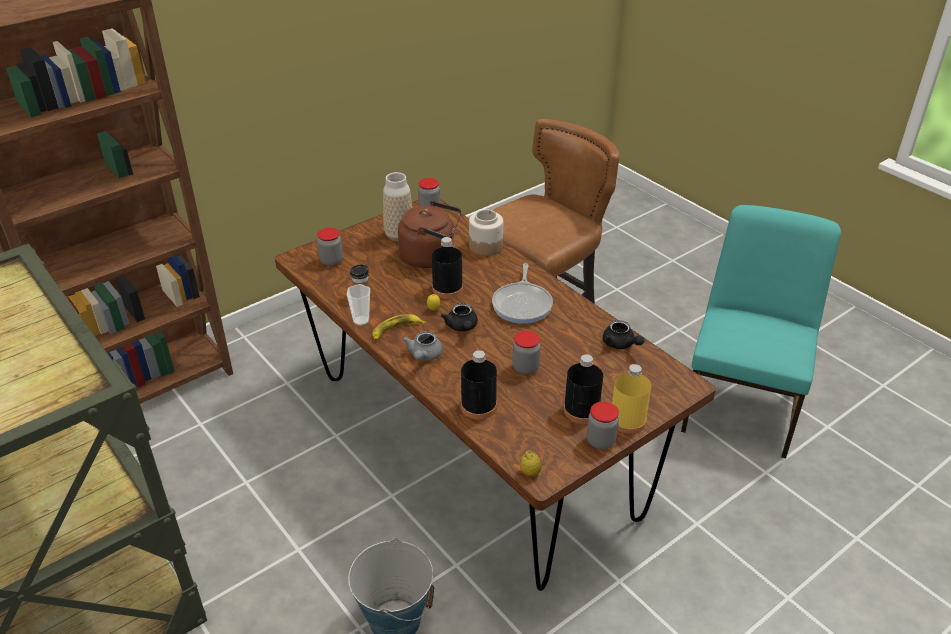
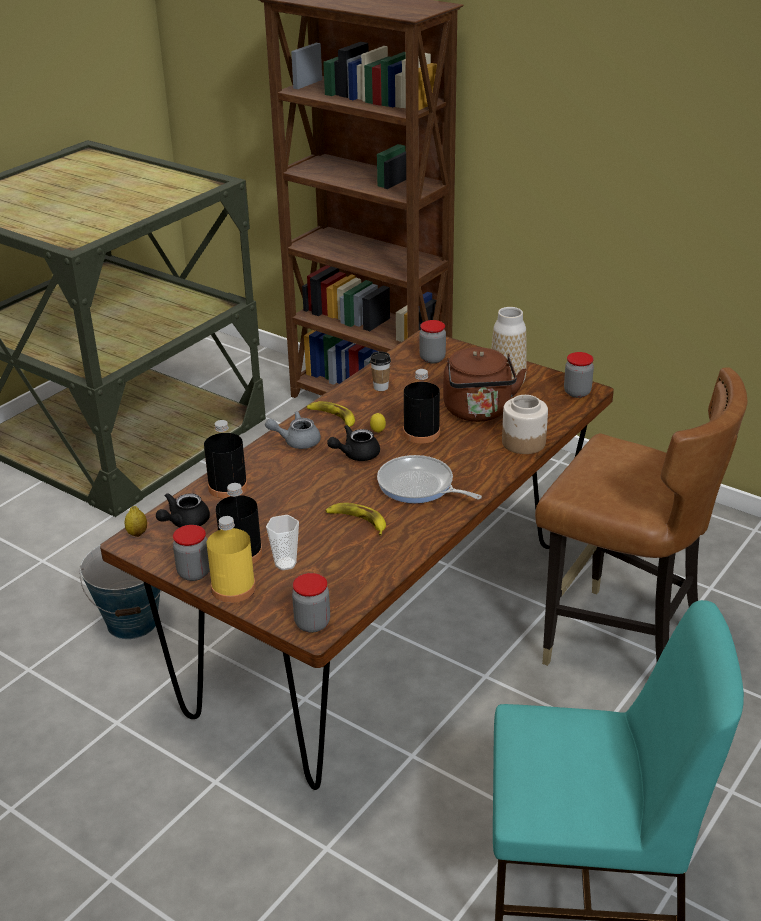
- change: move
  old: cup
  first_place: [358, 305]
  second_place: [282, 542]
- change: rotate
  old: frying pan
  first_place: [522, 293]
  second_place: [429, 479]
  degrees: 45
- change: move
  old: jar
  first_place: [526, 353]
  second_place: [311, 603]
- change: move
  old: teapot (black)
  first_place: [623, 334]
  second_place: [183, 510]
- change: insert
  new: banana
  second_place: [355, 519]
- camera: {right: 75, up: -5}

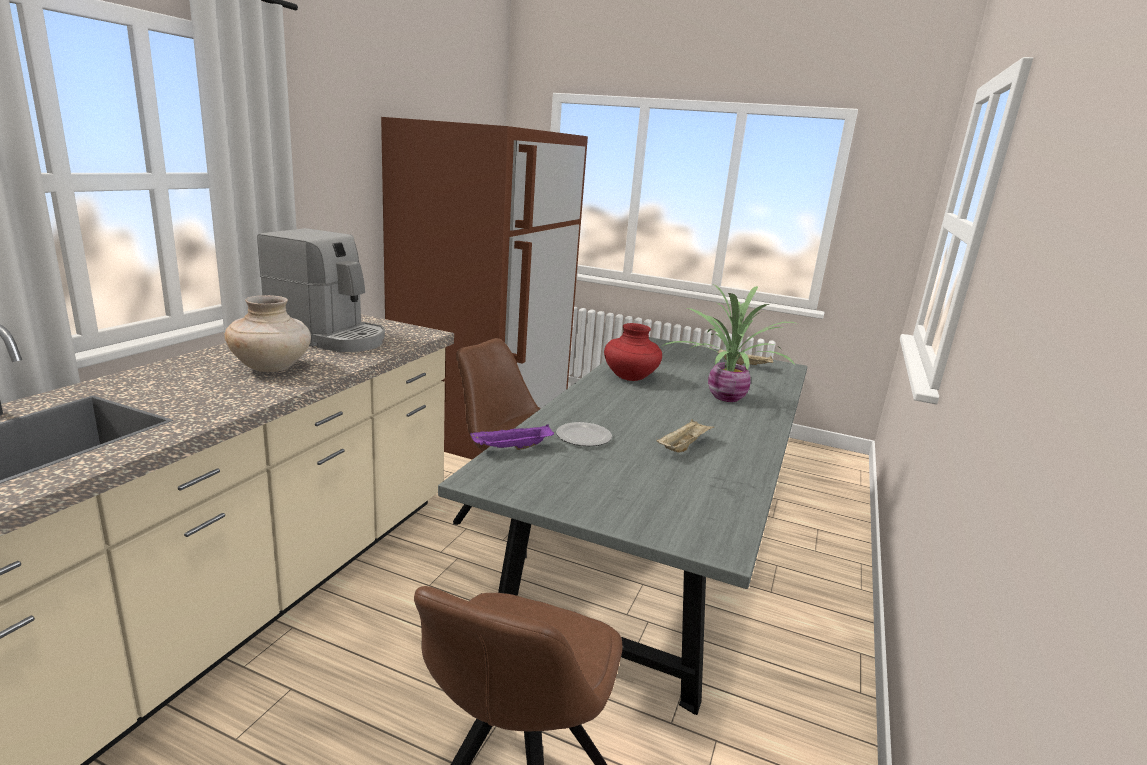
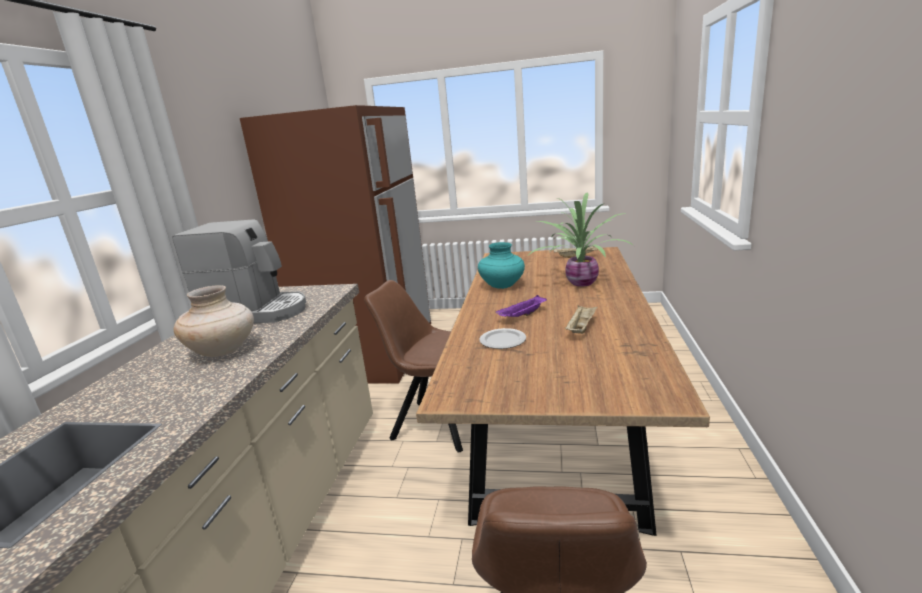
- change: recolor
  old: dining table (grey)
  new: dining table (brown)
  first_place: [622, 526]
  second_place: [563, 391]
- change: move
  old: tray (purple)
  first_place: [512, 437]
  second_place: [521, 306]
- change: recolor
  old: vase (red)
  new: vase (turquoise)
  first_place: [633, 352]
  second_place: [501, 265]
- camera: {right: -10, up: 0}

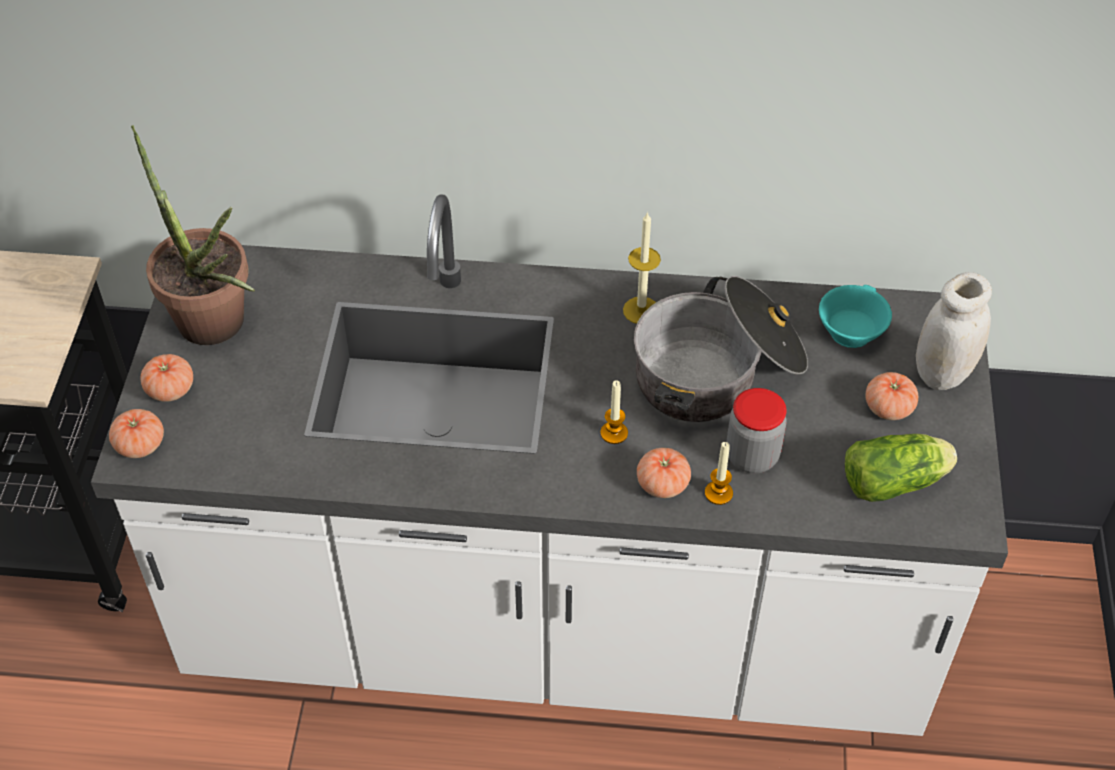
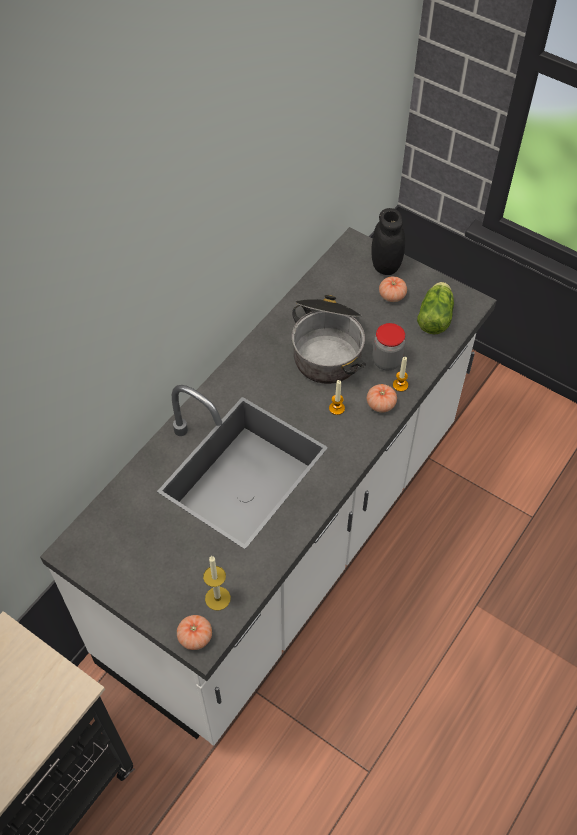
- change: delete
  old: potted plant
  first_place: [193, 235]
- change: delete
  old: tomato
  first_place: [166, 378]
- change: move
  old: candle
  first_place: [642, 267]
  second_place: [217, 583]
- change: delete
  old: cup (turquoise)
  first_place: [855, 316]
- change: recolor
  old: jar (white)
  new: jar (black)
  first_place: [954, 331]
  second_place: [388, 241]
- camera: {right: -60, up: 5}

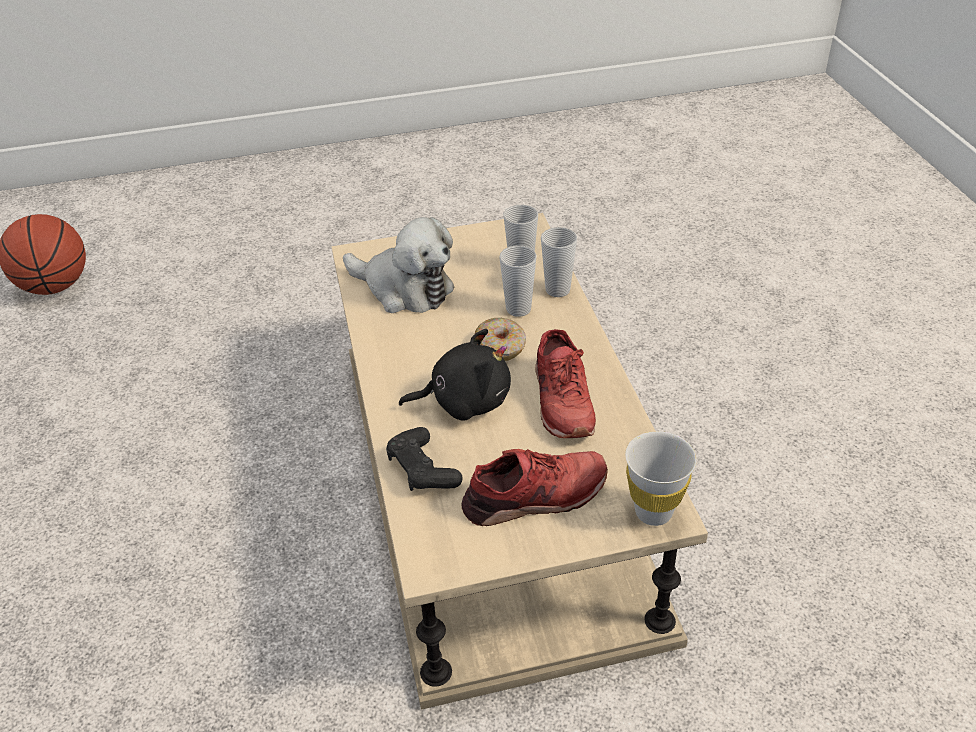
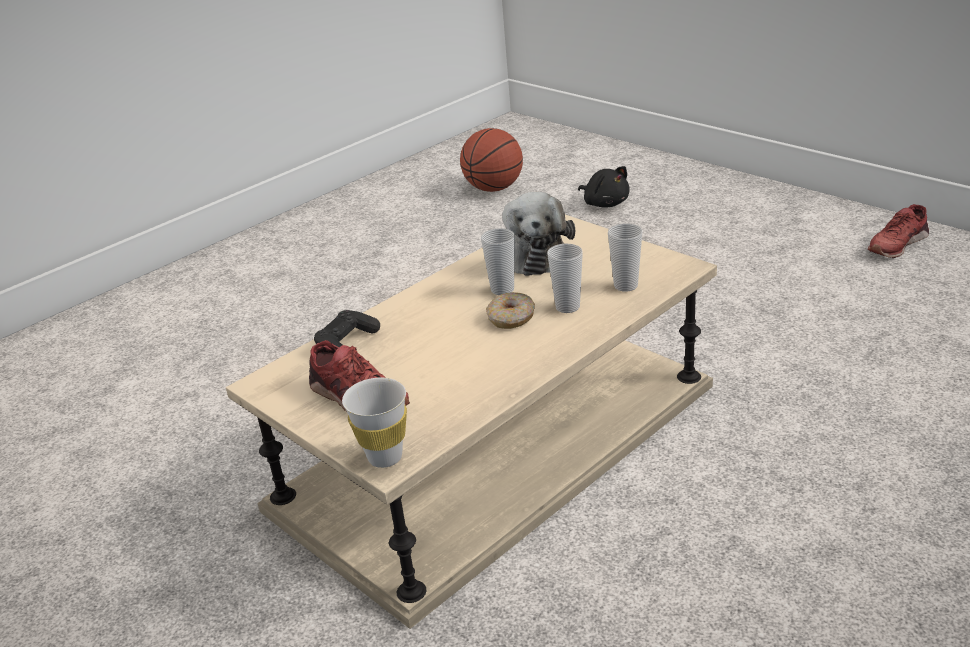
- change: move
  old: plush toy (black)
  first_place: [455, 374]
  second_place: [604, 187]
- change: move
  old: shoe (red)
  first_place: [565, 383]
  second_place: [898, 231]
- change: move
  old: cup
  first_place: [559, 262]
  second_place: [498, 261]
- camera: {right: 60, up: -10}

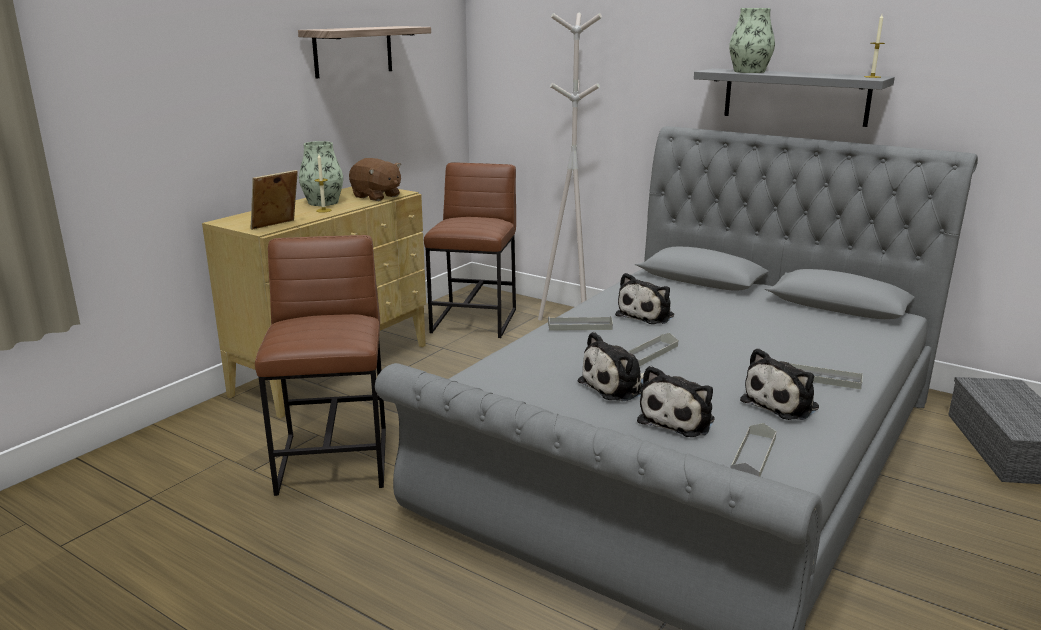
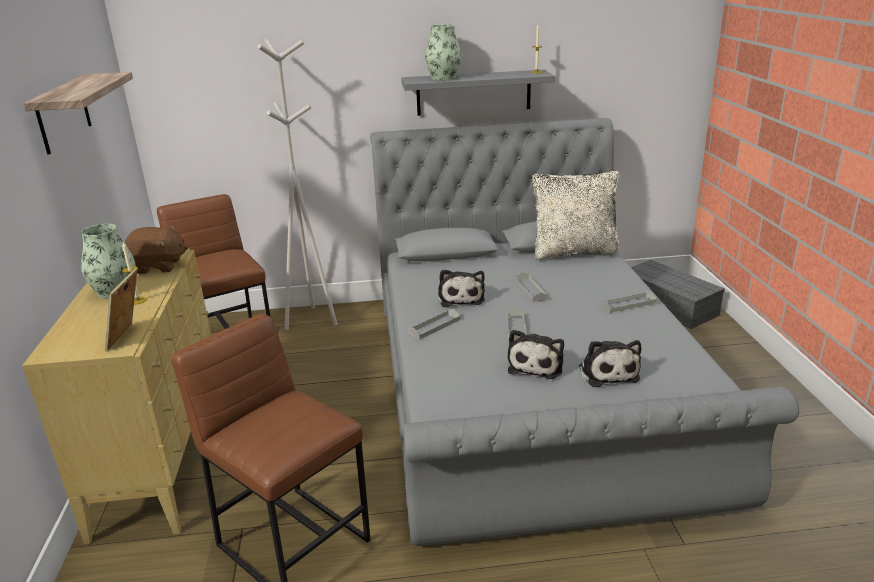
- change: move
  old: tray (grey)
  first_place: [753, 450]
  second_place: [531, 287]
- change: delete
  old: plush toy
  first_place: [779, 384]
- change: insert
  new: pillow (beige)
  second_place: [575, 215]
- camera: {right: -40, up: 5}

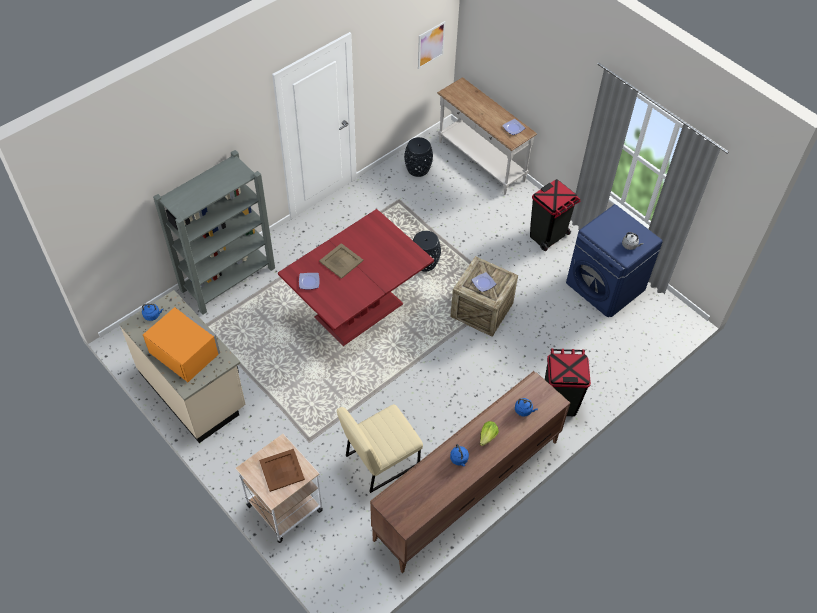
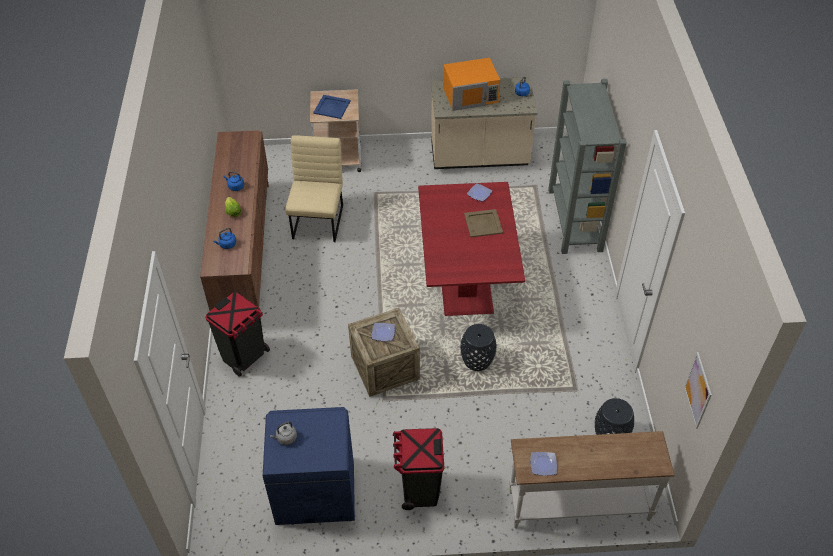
- change: recolor
  old: tray (brown)
  new: tray (blue)
  first_place: [282, 470]
  second_place: [332, 107]
- camera: {right: 130, up: -5}

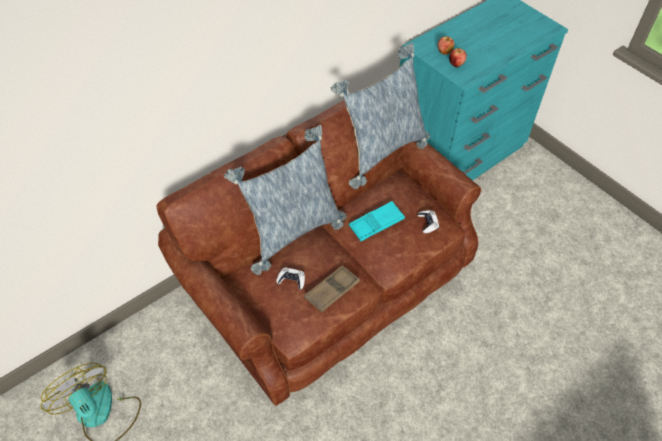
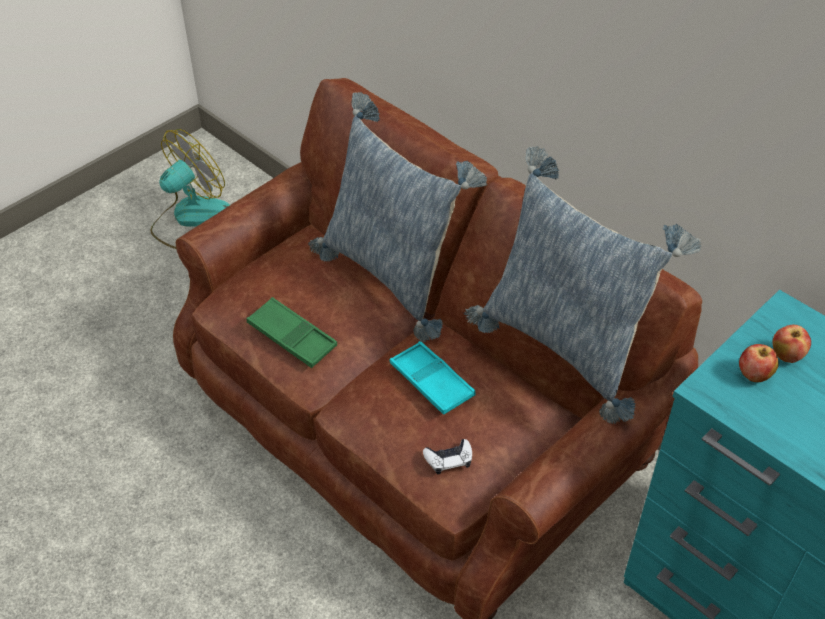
- change: delete
  old: game controller (white)
  first_place: [290, 278]
- change: recolor
  old: tray (brown)
  new: tray (green)
  first_place: [332, 288]
  second_place: [292, 332]
- camera: {right: 85, up: -5}

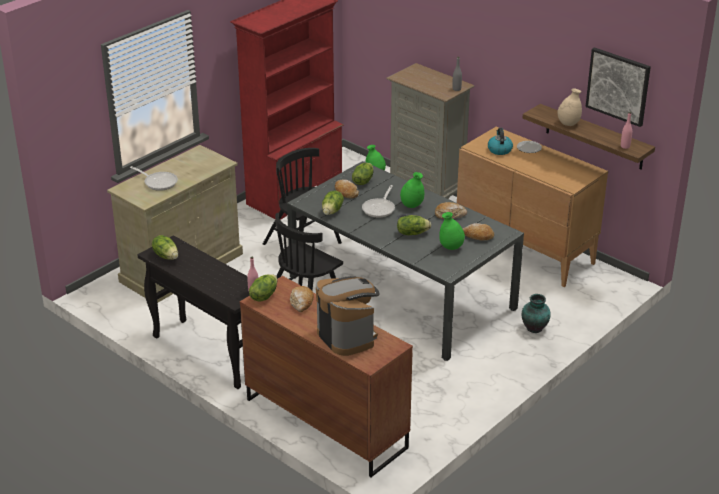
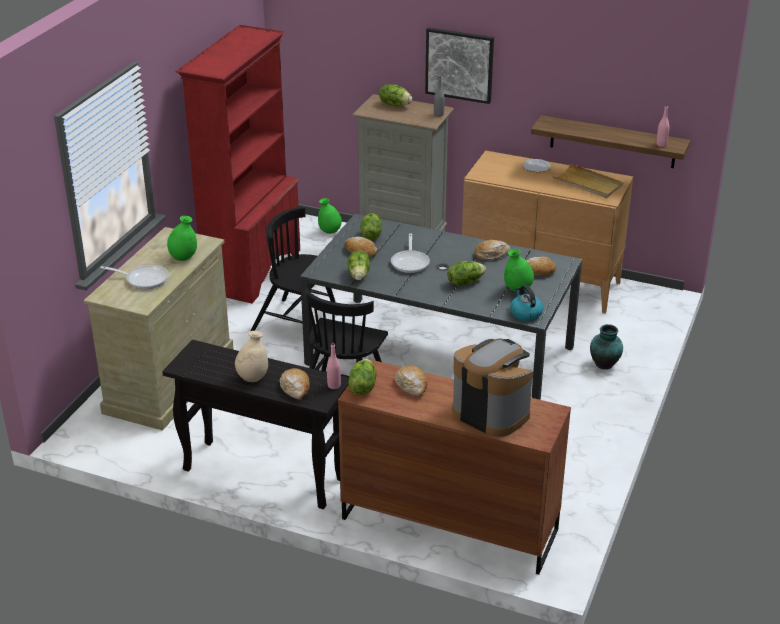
- change: move
  old: lettuce
  first_place: [165, 247]
  second_place: [395, 95]
- change: move
  old: vase (green)
  first_place: [412, 190]
  second_place: [182, 238]
- change: move
  old: kettle
  first_place: [500, 141]
  second_place: [526, 303]
- change: move
  old: vase (beige)
  first_place: [569, 107]
  second_place: [251, 356]
- change: move
  old: picture
  first_place: [618, 87]
  second_place: [459, 65]
- change: insert
  new: bread
  second_place: [295, 384]
- change: insert
  new: tray (beige)
  second_place: [587, 181]
- camera: {right: -20, up: 0}

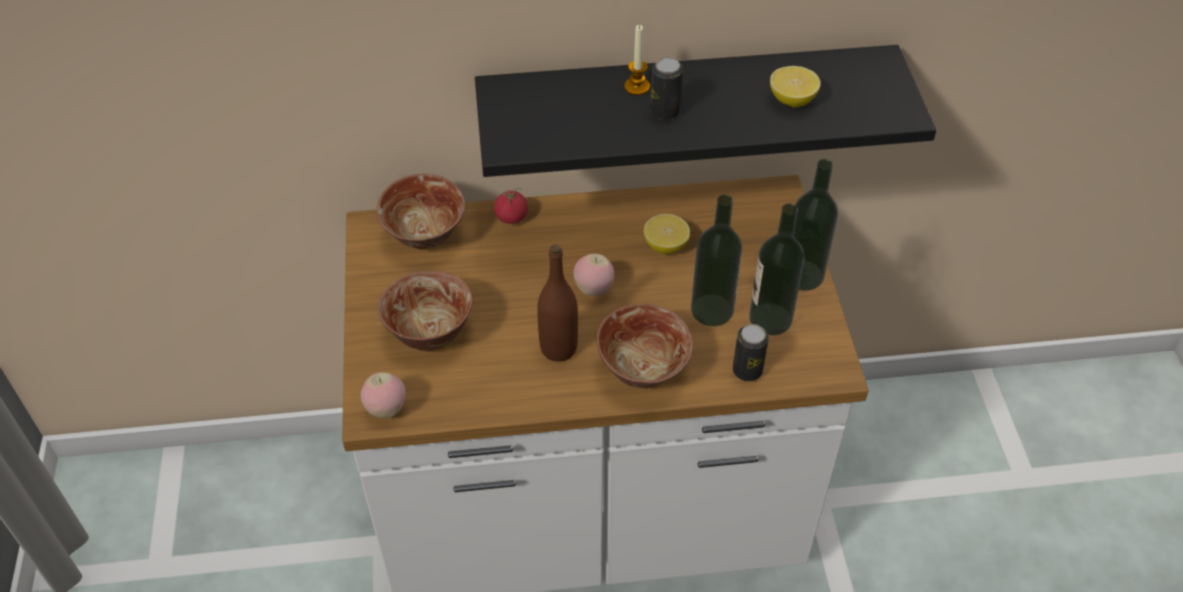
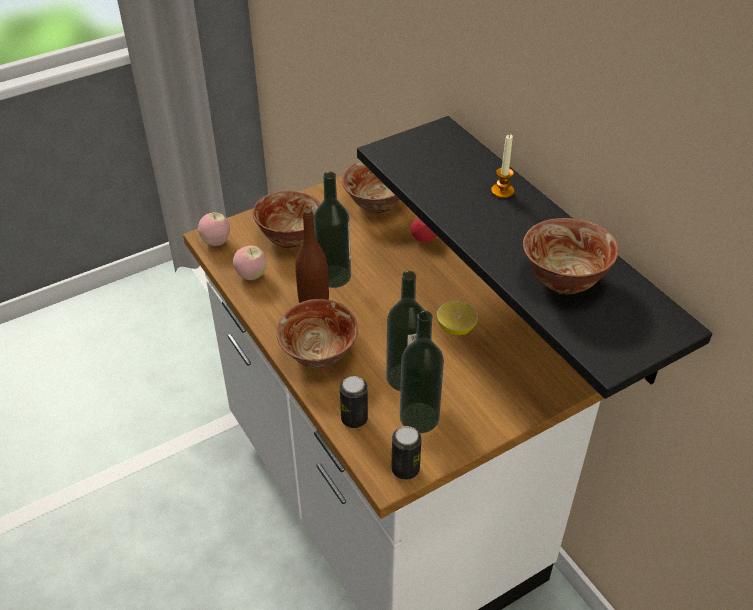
- change: move
  old: apple
  first_place: [593, 275]
  second_place: [250, 262]
- change: move
  old: can
  first_place: [666, 89]
  second_place: [406, 453]
- change: replace
  old: lemon
  new: bowl
  first_place: [795, 86]
  second_place: [571, 256]
- change: move
  old: bottle
  first_place: [816, 225]
  second_place: [332, 230]
- camera: {right: 65, up: -5}

